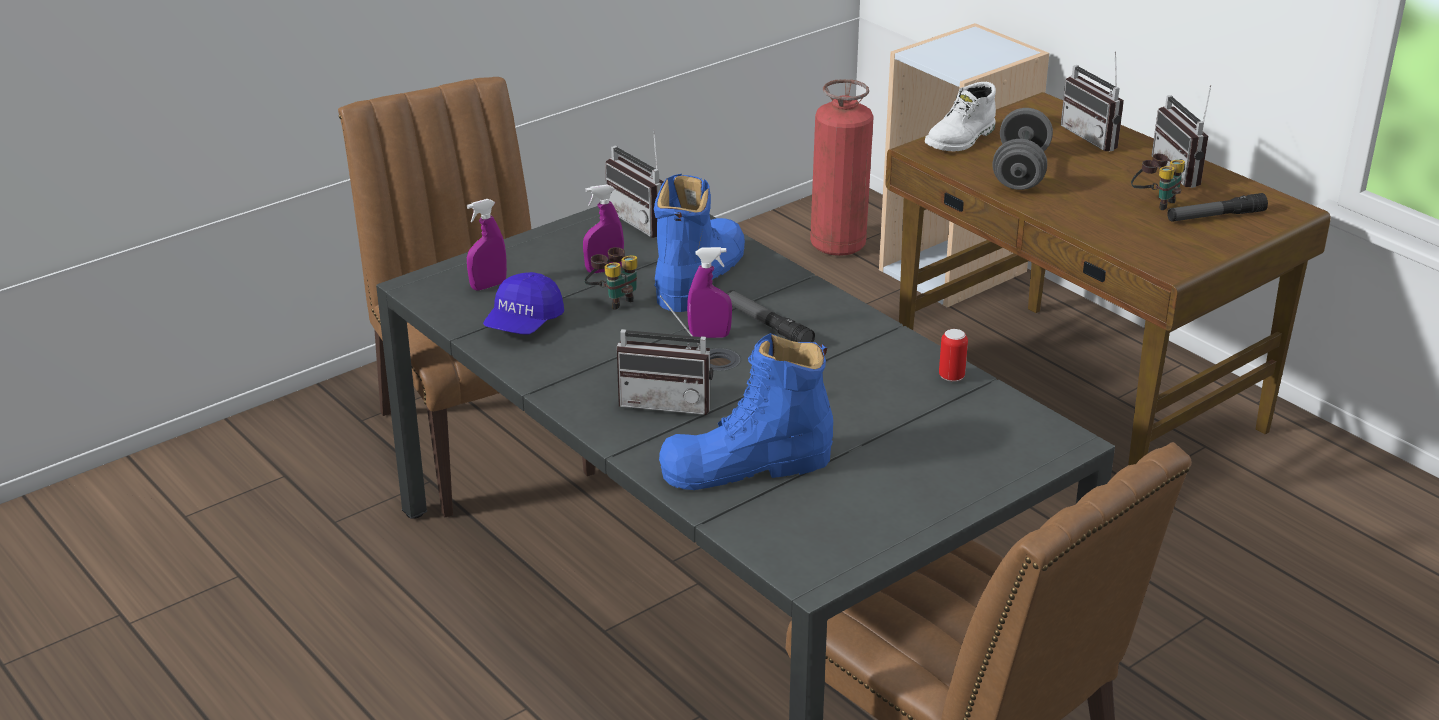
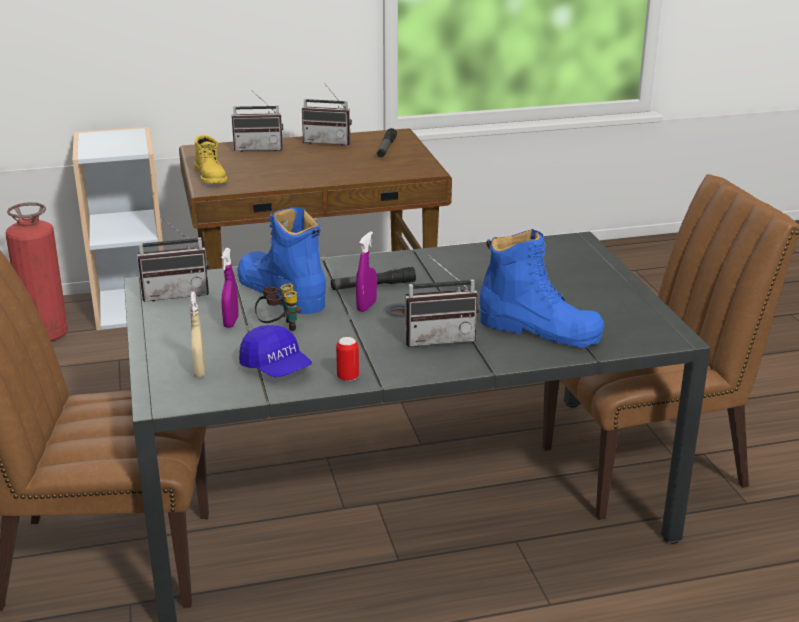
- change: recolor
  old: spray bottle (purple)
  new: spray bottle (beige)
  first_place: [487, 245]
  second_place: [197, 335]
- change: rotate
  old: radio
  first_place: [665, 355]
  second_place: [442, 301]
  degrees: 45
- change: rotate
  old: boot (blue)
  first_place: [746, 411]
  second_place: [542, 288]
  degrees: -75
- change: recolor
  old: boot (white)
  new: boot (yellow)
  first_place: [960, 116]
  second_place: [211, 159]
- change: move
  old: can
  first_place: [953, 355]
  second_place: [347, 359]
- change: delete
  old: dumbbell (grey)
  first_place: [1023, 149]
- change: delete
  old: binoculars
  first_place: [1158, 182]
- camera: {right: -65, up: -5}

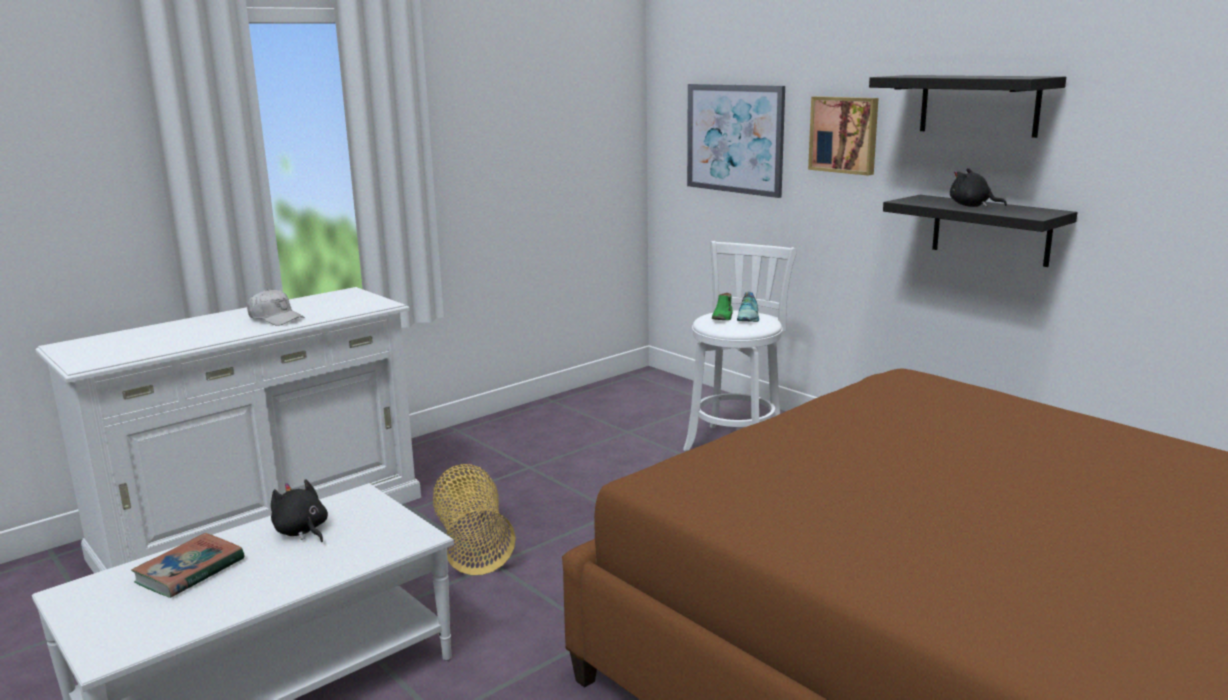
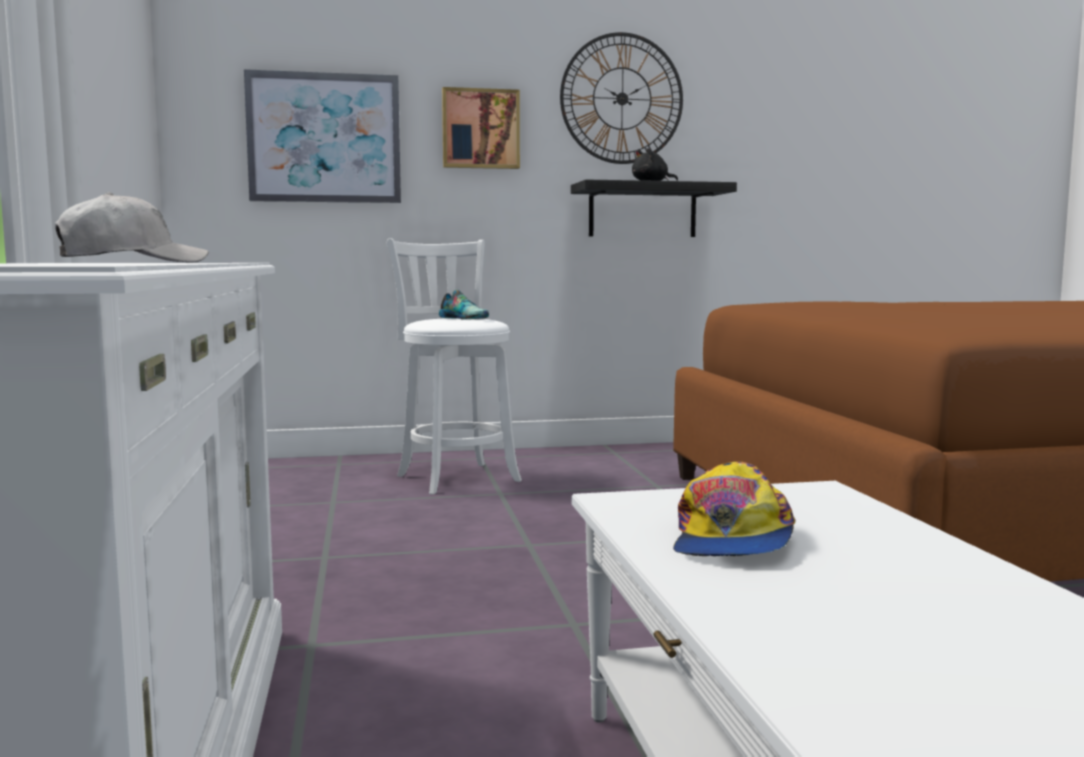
- change: delete
  old: book
  first_place: [187, 565]
- change: replace
  old: plush toy (black)
  new: cap
  first_place: [299, 510]
  second_place: [734, 509]
- change: delete
  old: basket
  first_place: [474, 519]
- change: delete
  old: shoe (green)
  first_place: [722, 306]
- change: replace
  old: shelf (black)
  new: wall clock
  first_place: [967, 106]
  second_place: [621, 98]
- camera: {right: -60, up: -10}

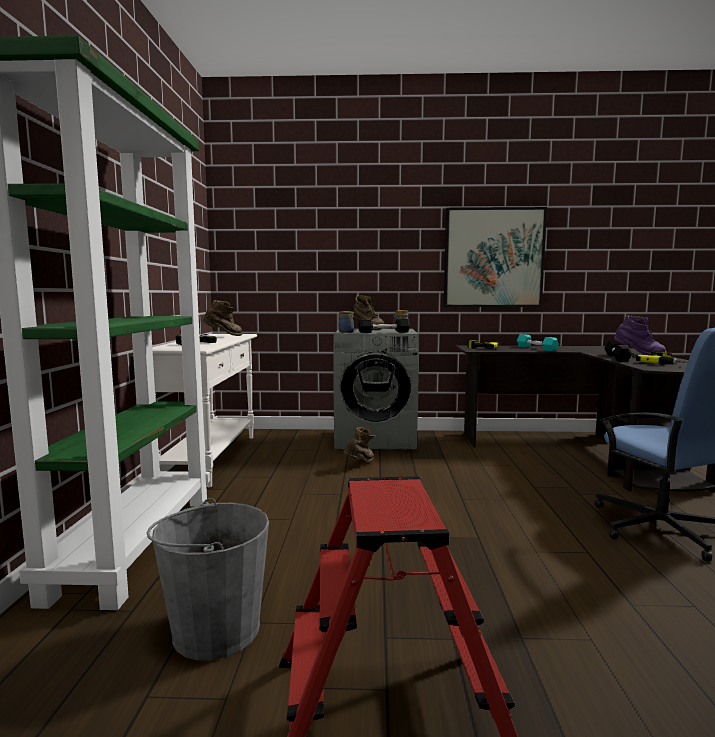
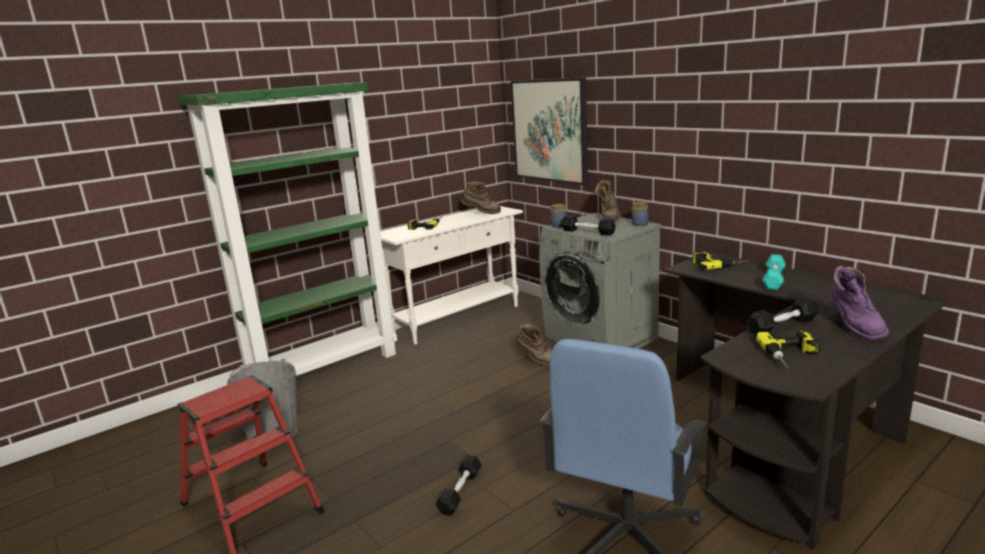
- change: rotate
  old: boot (brown)
  first_place: [359, 445]
  second_place: [534, 345]
  degrees: 45
- change: move
  old: picture
  first_place: [495, 257]
  second_place: [549, 131]
- change: insert
  new: dumbbell (black)
  second_place: [459, 485]
- camera: {right: 50, up: 10}

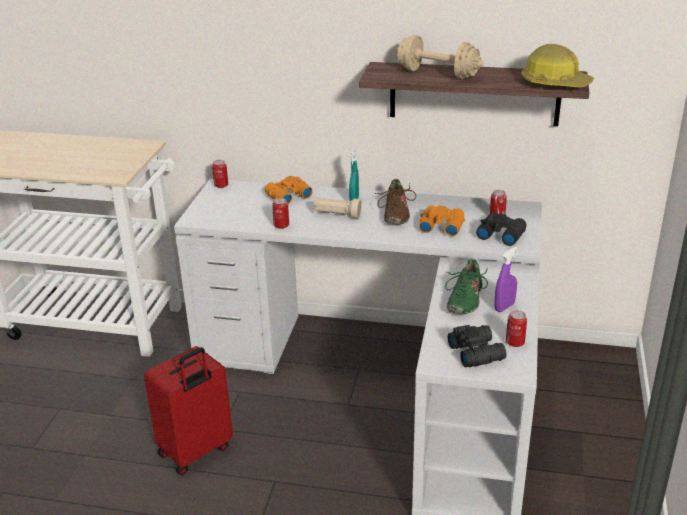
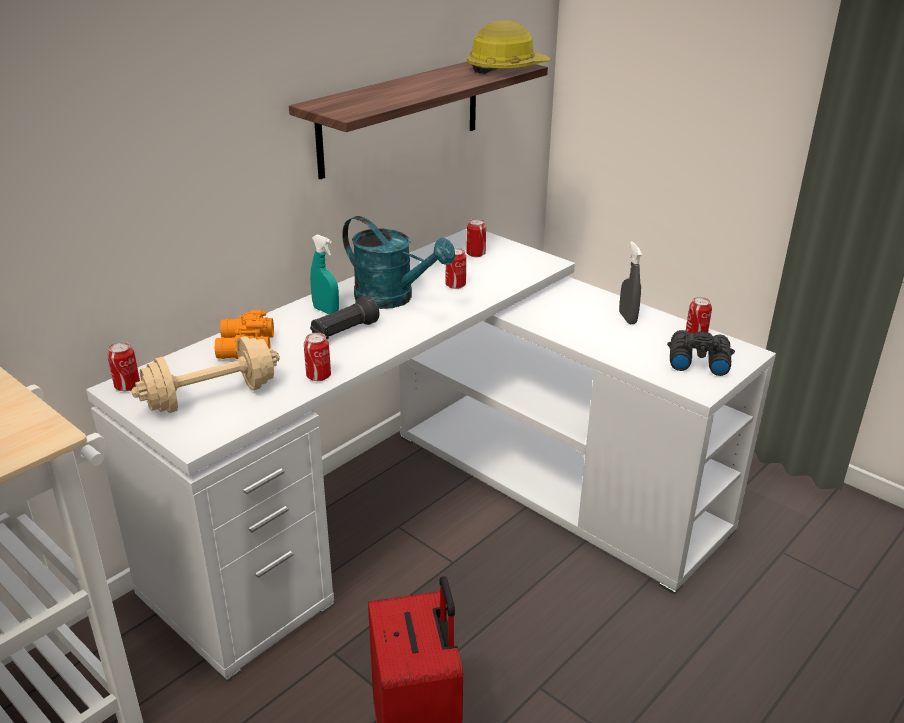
- change: recolor
  old: flashlight (beige)
  new: flashlight (black)
  first_place: [337, 208]
  second_place: [344, 317]
- change: replace
  old: shoe (brown)
  new: watering can (turquoise)
  first_place: [395, 202]
  second_place: [398, 262]
- change: move
  old: dumbbell (beige)
  first_place: [439, 57]
  second_place: [205, 374]
- change: replace
  old: binoculars (orange)
  new: can
  first_place: [442, 220]
  second_place: [456, 268]
- change: delete
  old: shoe (green)
  first_place: [466, 286]
- change: delete
  old: binoculars (black)
  first_place: [501, 229]
- change: recolor
  old: spray bottle (purple)
  new: spray bottle (grey)
  first_place: [506, 279]
  second_place: [630, 283]
- camera: {right: -60, up: 0}

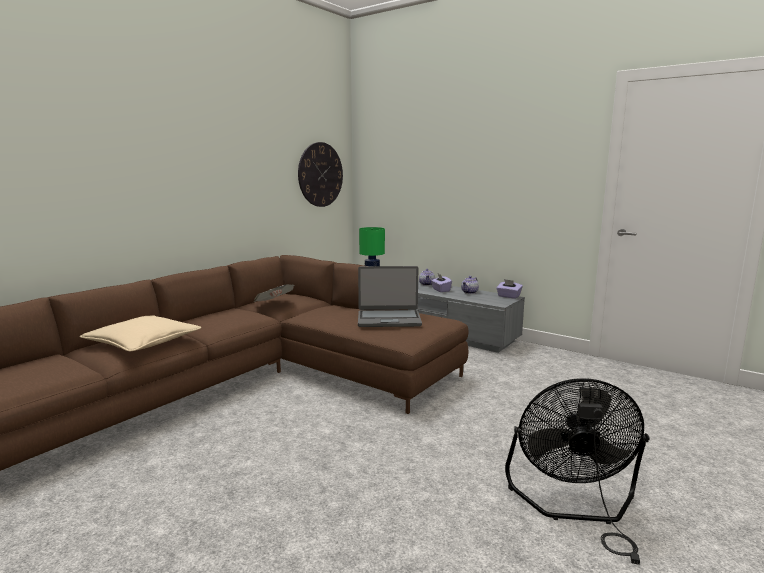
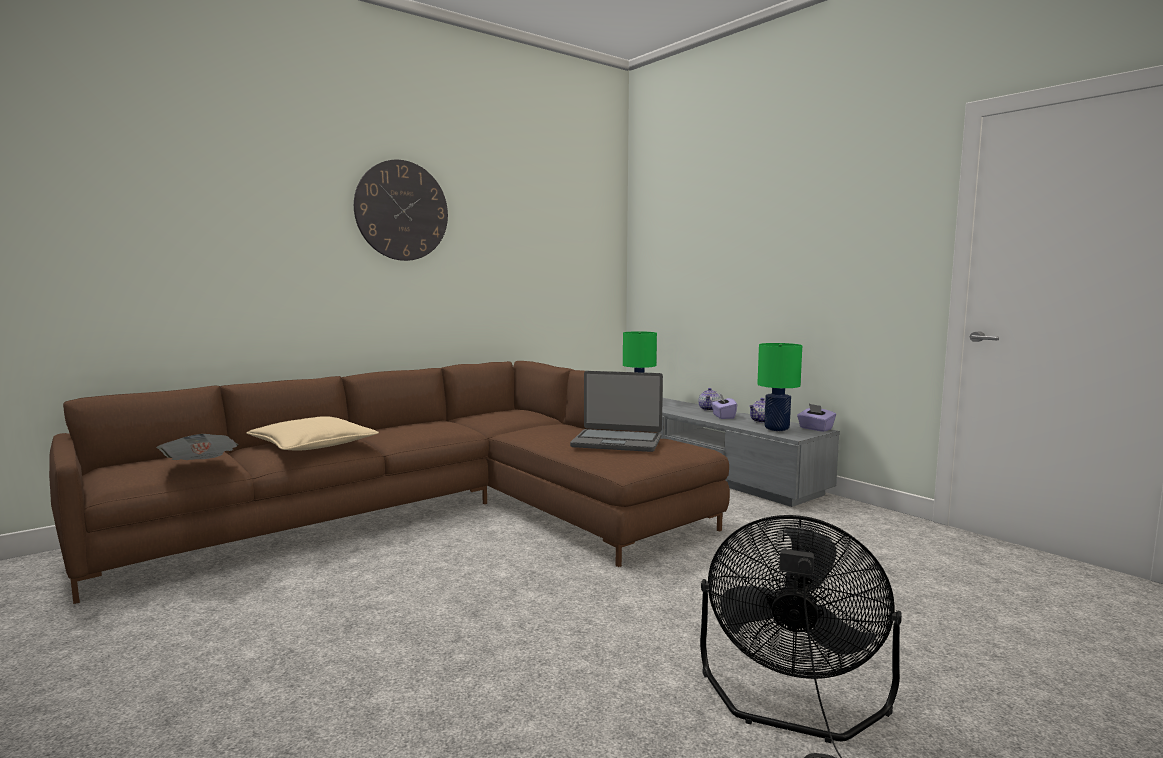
- change: move
  old: newspaper
  first_place: [274, 293]
  second_place: [197, 447]
- change: move
  old: wall clock
  first_place: [320, 174]
  second_place: [401, 210]
- change: insert
  new: table lamp (green)
  second_place: [779, 387]
- camera: {right: 15, up: -5}

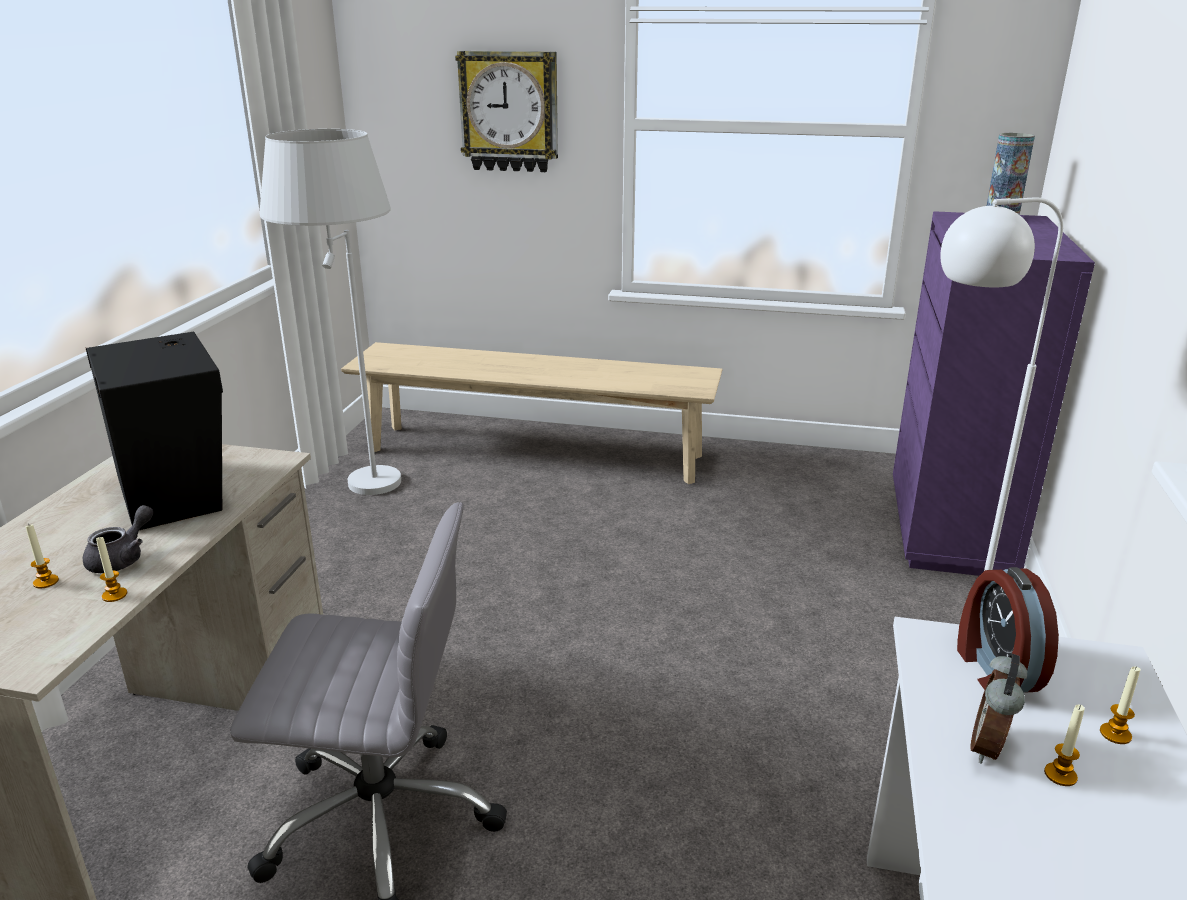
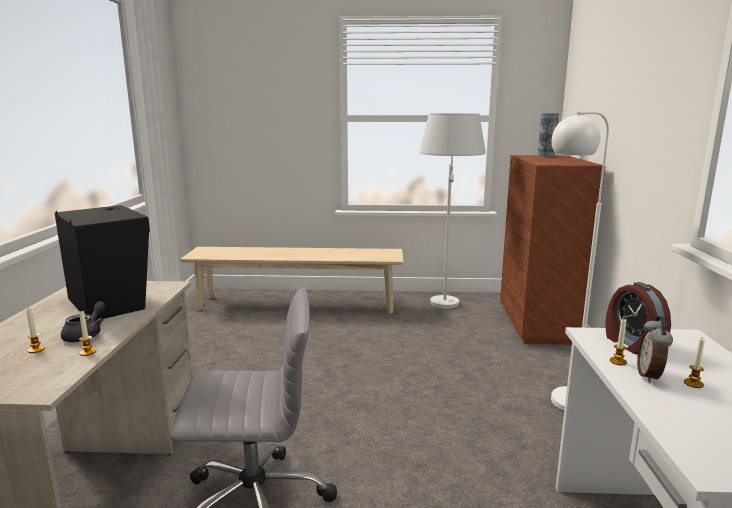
- change: move
  old: floor lamp (white)
  first_place: [330, 312]
  second_place: [452, 211]
- change: delete
  old: wall clock
  first_place: [506, 111]
- change: recolor
  old: dresser (purple)
  new: dresser (brown)
  first_place: [994, 393]
  second_place: [552, 250]
- change: move
  old: candle
  first_place: [1120, 705]
  second_place: [618, 342]
- camera: {right: -10, up: -10}

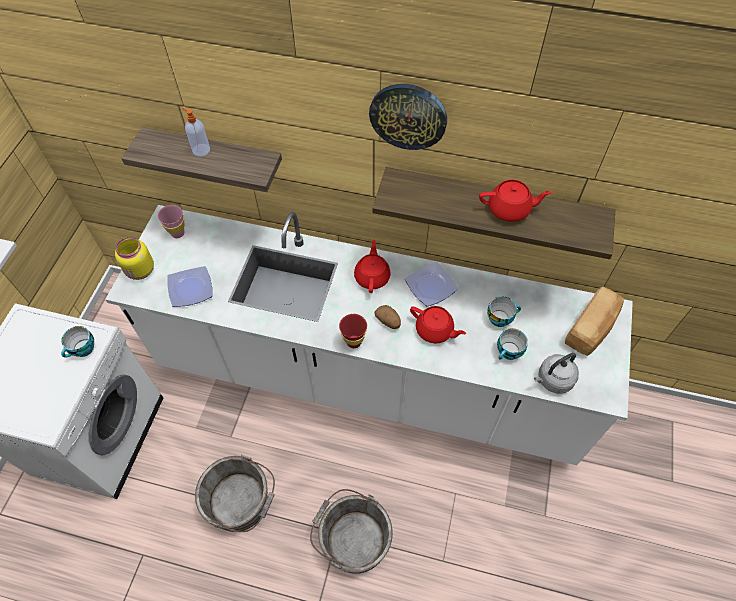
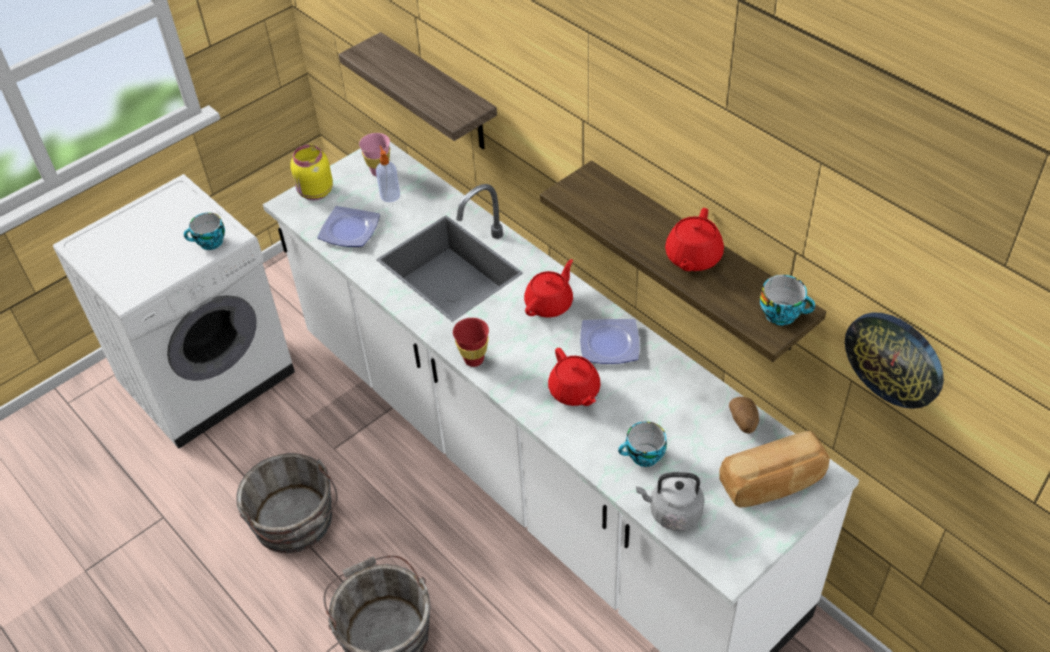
- change: move
  old: soap dispenser
  first_place: [195, 131]
  second_place: [388, 174]
- change: move
  old: wall clock
  first_place: [408, 117]
  second_place: [894, 360]
- change: move
  old: potato
  first_place: [387, 317]
  second_place: [744, 415]
- change: rotate
  old: teapot (red)
  first_place: [515, 201]
  second_place: [694, 239]
  degrees: 75
- change: move
  old: cup
  first_place: [504, 311]
  second_place: [787, 300]
- camera: {right: 35, up: -10}

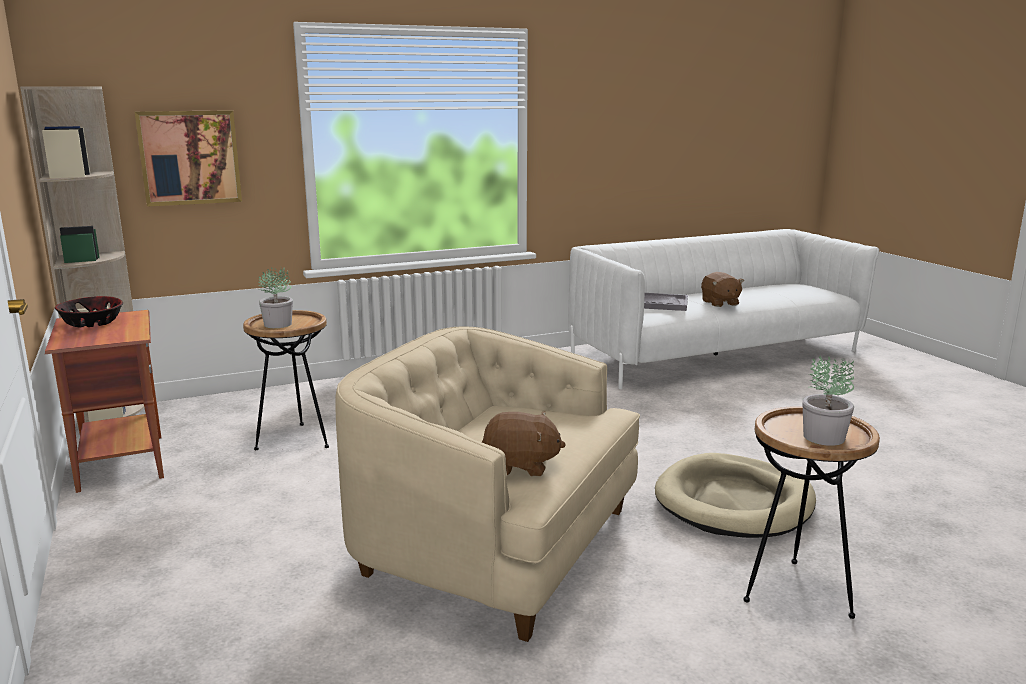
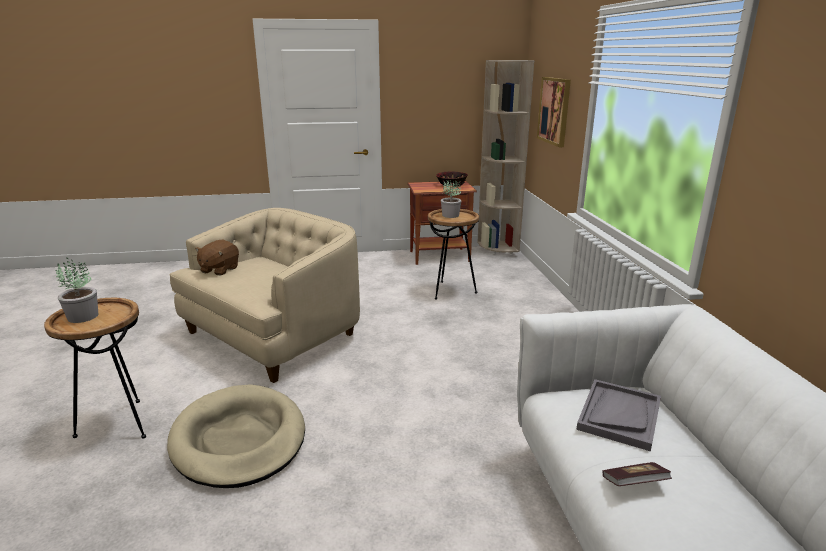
- change: replace
  old: plush toy (brown)
  new: book
  first_place: [722, 289]
  second_place: [637, 474]
- camera: {right: 105, up: 5}

